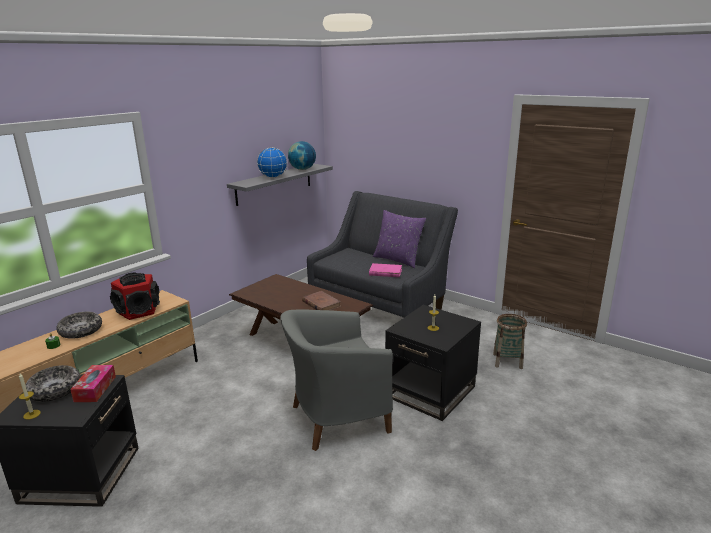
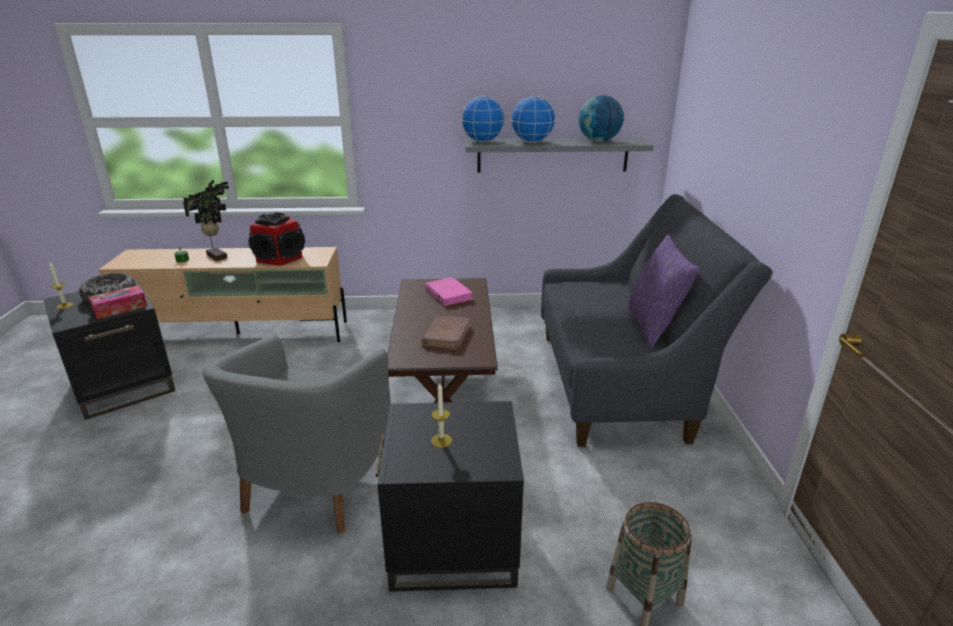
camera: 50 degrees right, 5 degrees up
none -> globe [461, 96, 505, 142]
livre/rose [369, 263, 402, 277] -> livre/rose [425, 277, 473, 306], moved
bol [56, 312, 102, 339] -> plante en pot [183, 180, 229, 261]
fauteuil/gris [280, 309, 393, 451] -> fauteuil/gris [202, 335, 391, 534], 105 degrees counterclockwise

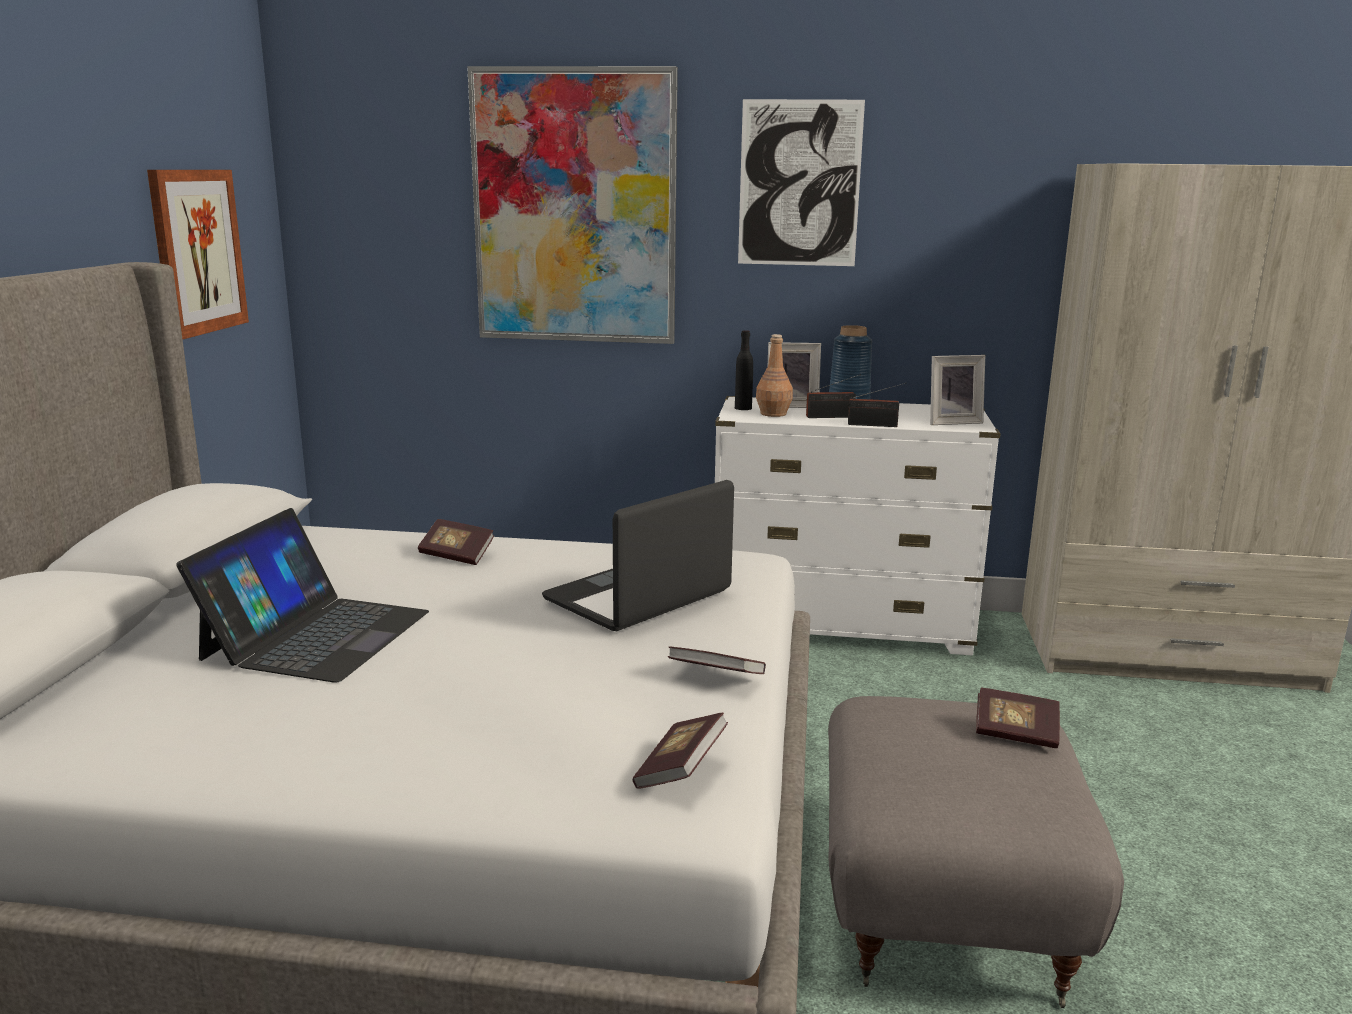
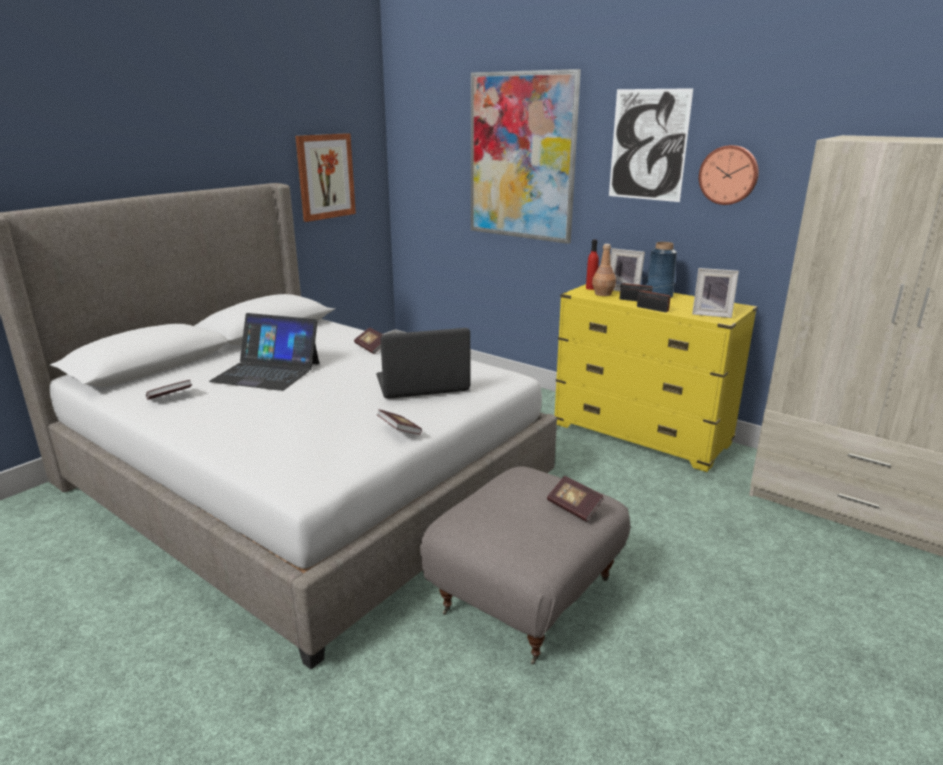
camera: 30 degrees right, 5 degrees up
none -> horloge murale [699, 145, 759, 205]
livre [633, 713, 728, 789] -> livre [146, 380, 192, 400], moved
commode/blanc [715, 396, 1001, 655] -> commode/jaune [555, 284, 758, 472]
bouteille/noir [735, 330, 753, 410] -> bouteille/rouge [586, 240, 599, 290]
ordinateur portable [176, 508, 429, 683] -> ordinateur portable [209, 313, 319, 391], 60 degrees clockwise

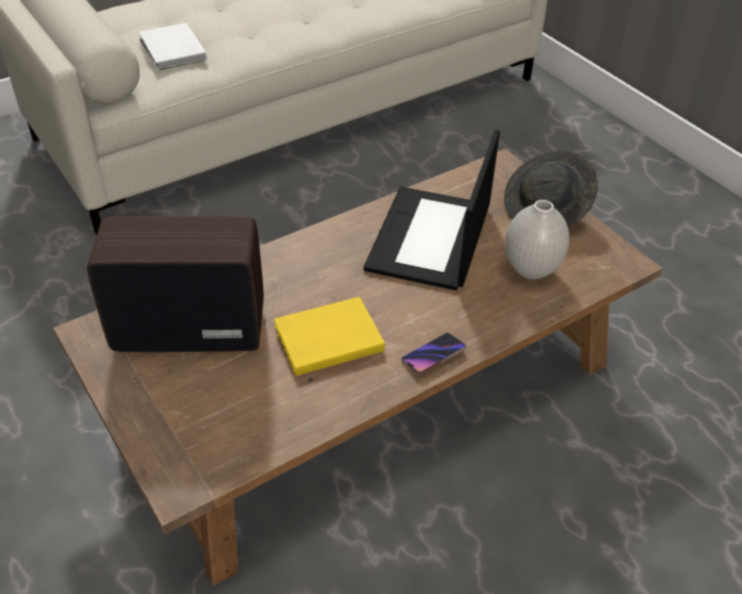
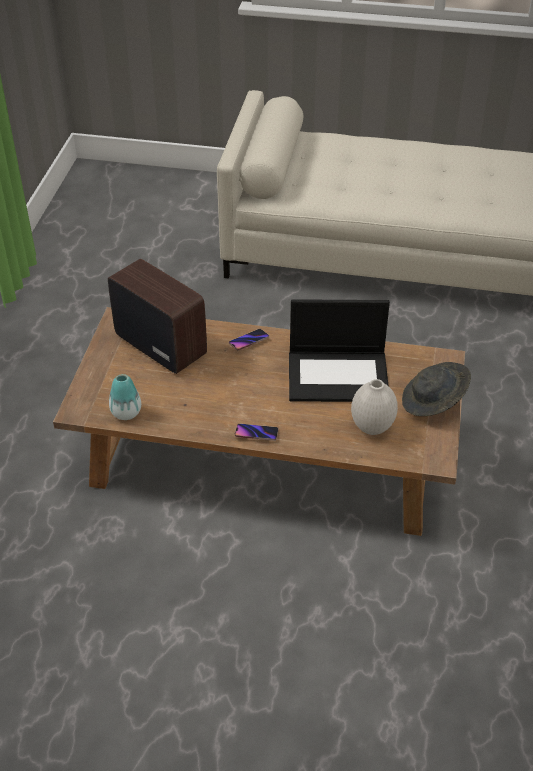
camera: 45 degrees right, 0 degrees up
livre/blanc [138, 23, 207, 70] -> none
livre/jaune [274, 297, 385, 376] -> none
none -> vase [109, 374, 141, 420]
none -> téléphone [229, 329, 269, 351]
ordinateur portable [364, 129, 500, 291] -> ordinateur portable [289, 299, 390, 402], 150 degrees counterclockwise

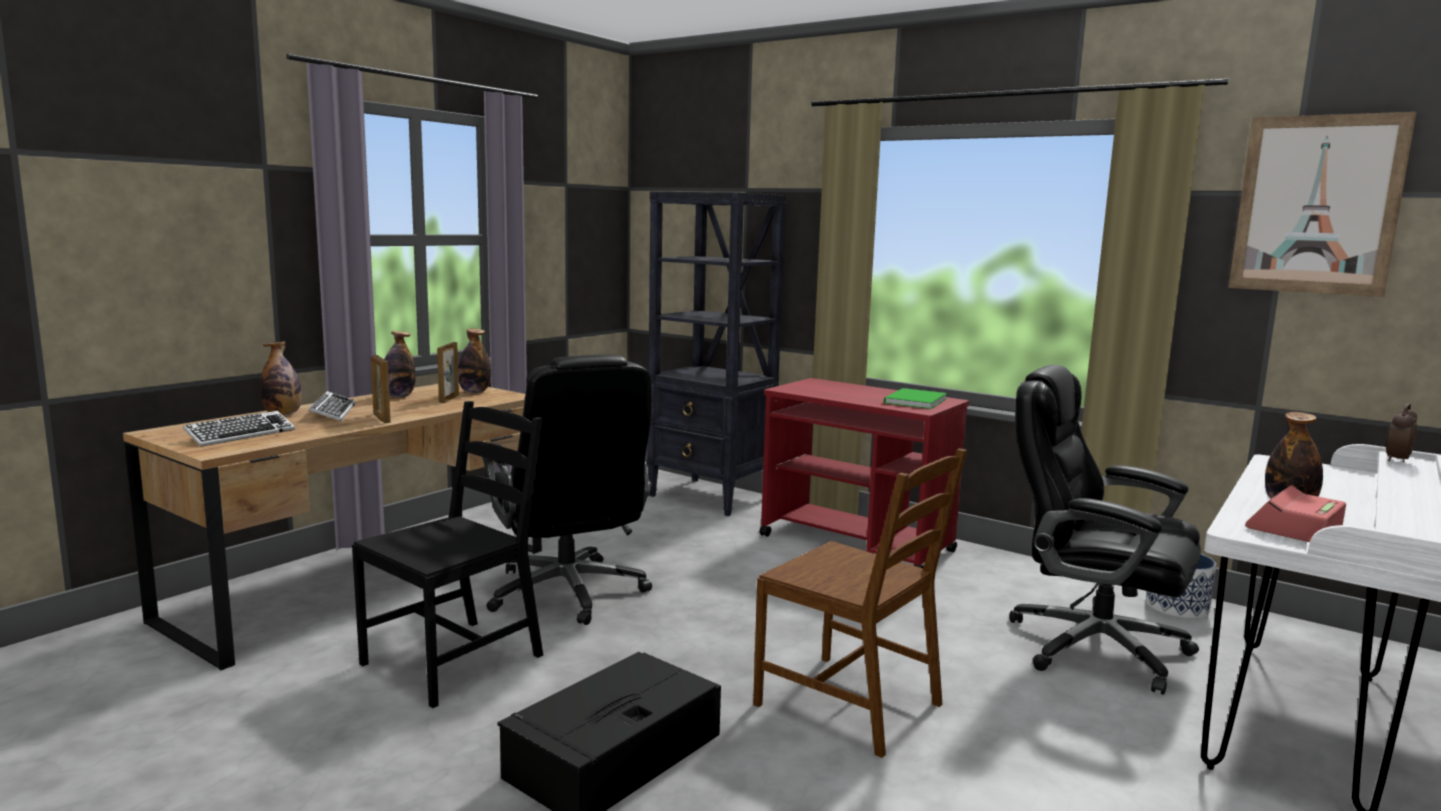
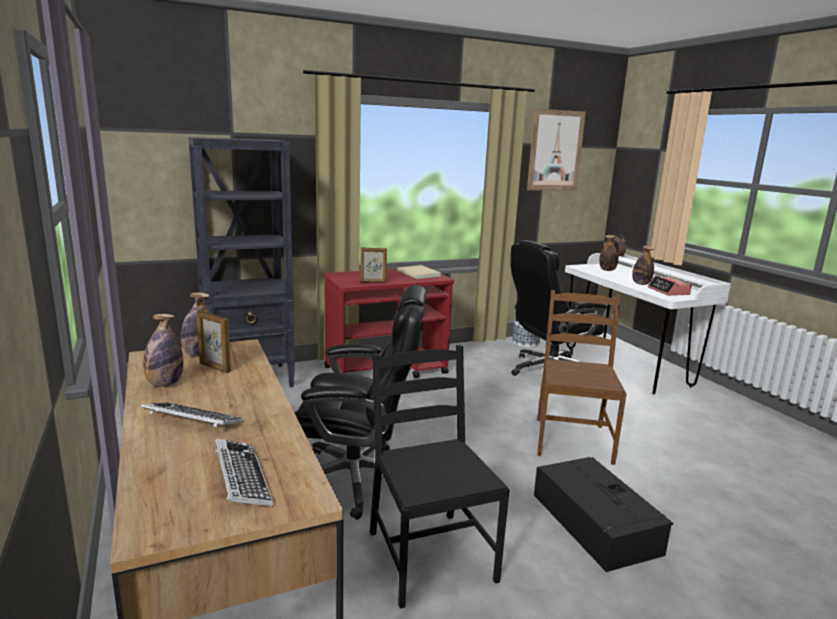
camera: 60 degrees left, 5 degrees up
bouteille [260, 341, 302, 415] -> bouteille [599, 235, 618, 271], moved
cadre photo [371, 355, 391, 423] -> cadre photo [360, 247, 387, 283], moved
livre/vert [884, 388, 947, 409] -> livre/beige [397, 265, 441, 279]
chaise/marron [753, 448, 967, 758] -> chaise/marron [537, 290, 626, 465], 60 degrees counterclockwise

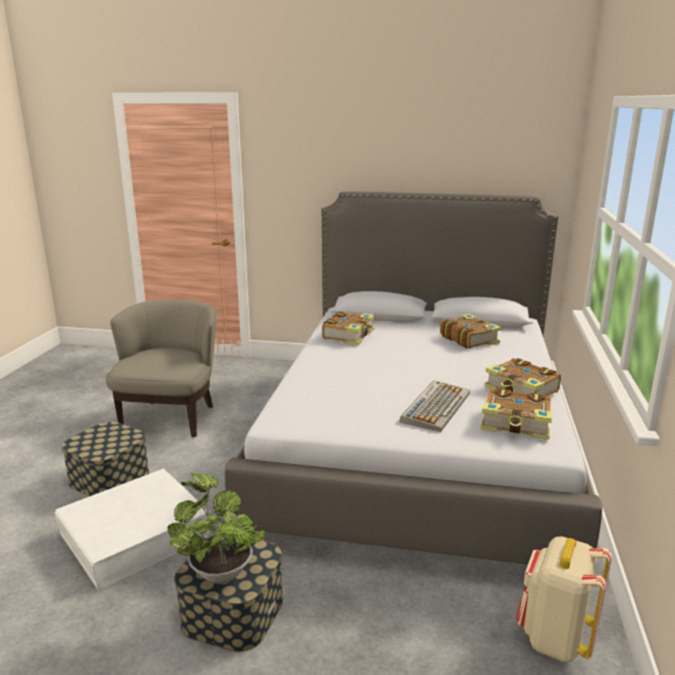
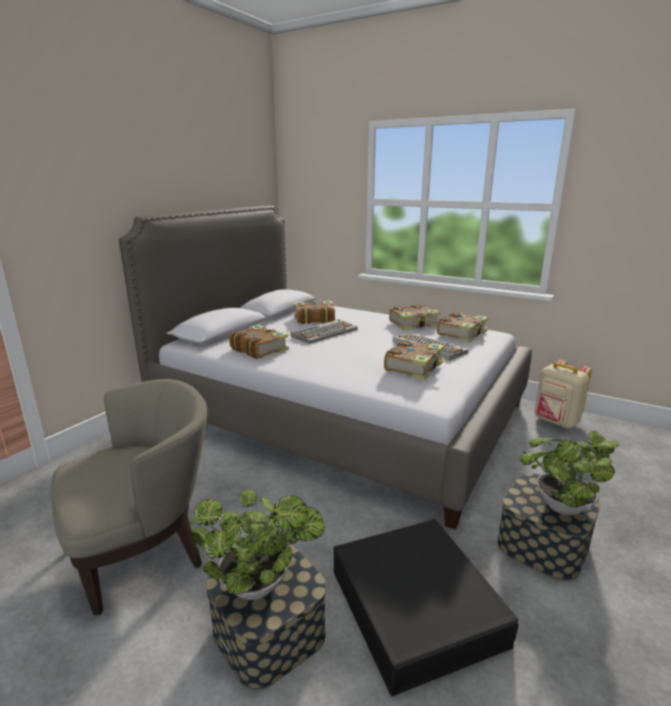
camera: 70 degrees left, 0 degrees up
none -> plante en pot [188, 489, 325, 600]
none -> clavier [290, 319, 358, 344]
none -> livre [384, 340, 445, 380]
boîte de rangement/blanc [55, 469, 212, 590] -> boîte de rangement/noir [334, 519, 519, 696]
fauteuil/beige [106, 300, 217, 438] -> fauteuil/beige [50, 379, 207, 615], 120 degrees clockwise

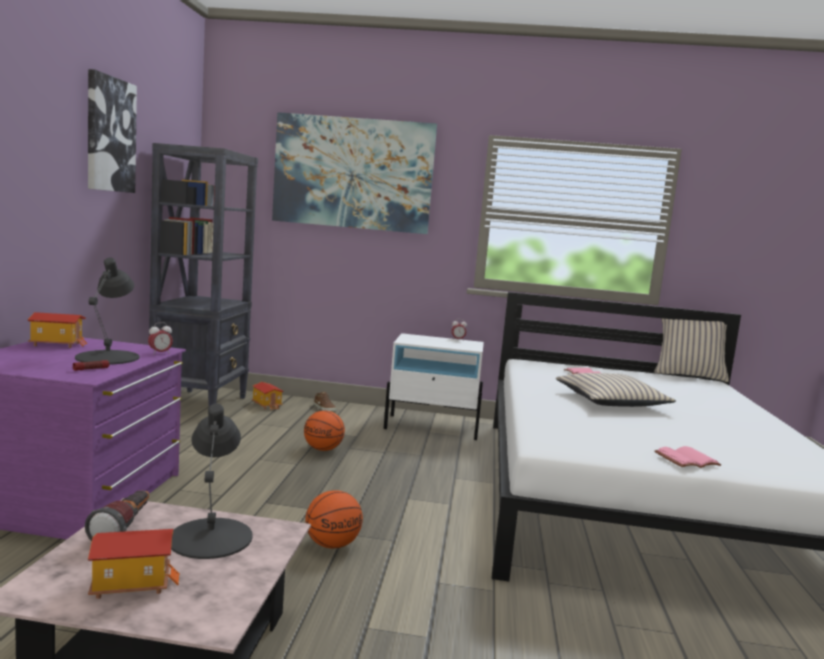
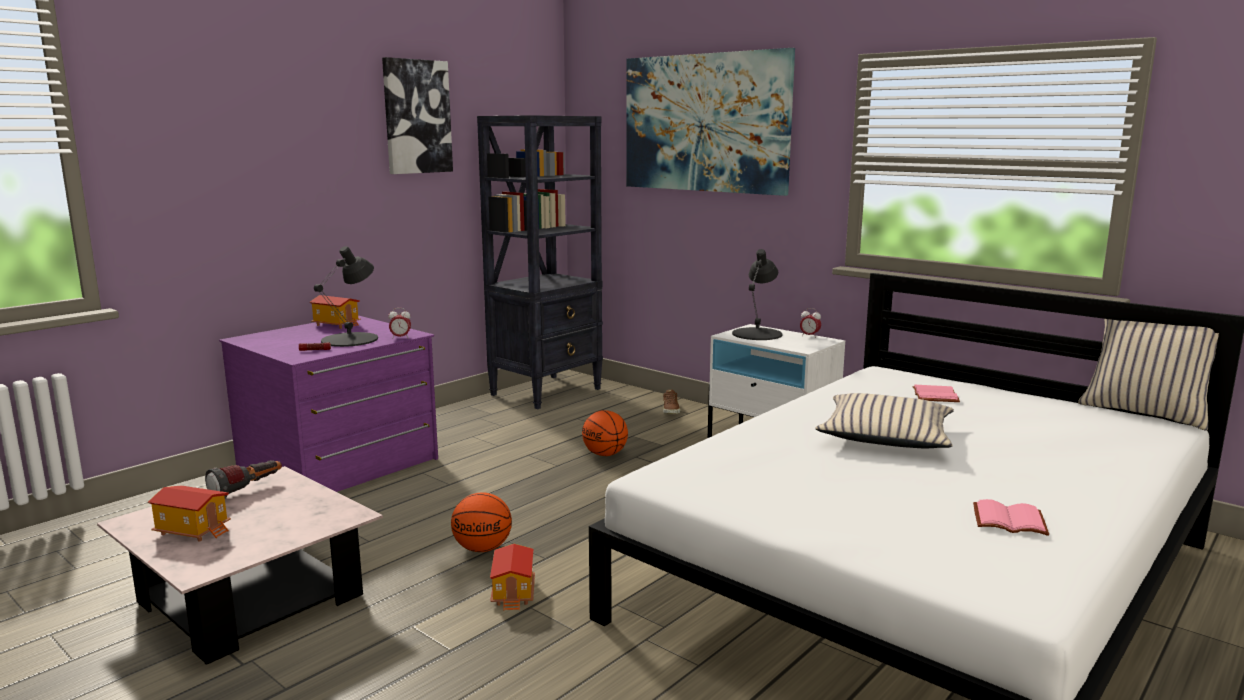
camera: 35 degrees right, 5 degrees up
lampe de table/noir [171, 403, 253, 559] -> lampe de table/noir [732, 249, 783, 340], moved
maison miniature [251, 382, 284, 410] -> maison miniature [490, 544, 535, 611], moved
livre/rose [655, 446, 721, 468] -> livre/rose [973, 499, 1049, 536], moved

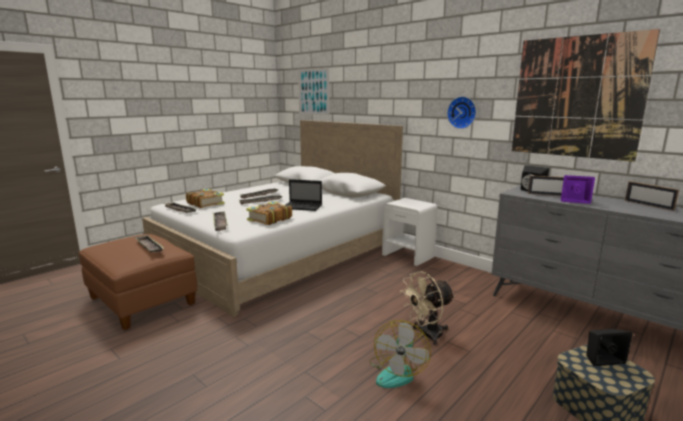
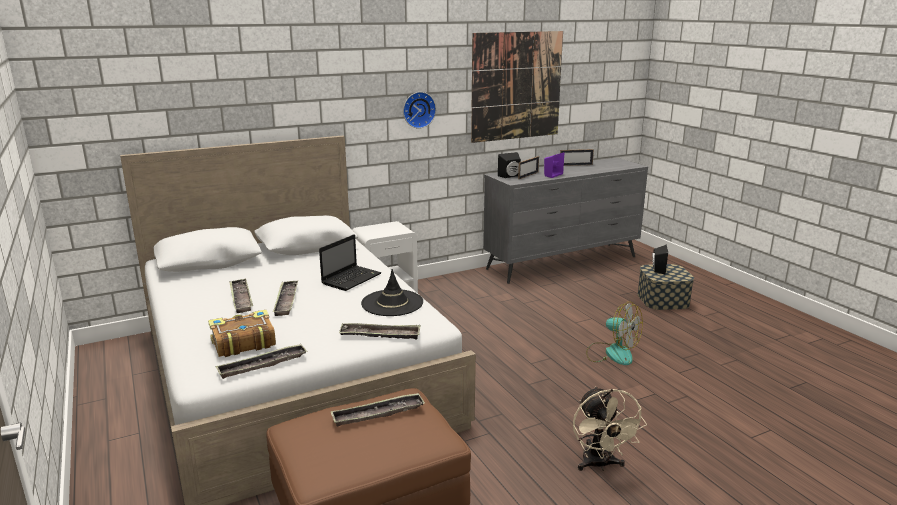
camera: 70 degrees left, 5 degrees up
tableau [298, 68, 329, 115] -> none
ventilateur/beige [400, 271, 455, 345] -> ventilateur/beige [573, 386, 647, 471], moved
livre [246, 201, 292, 225] -> chapeau/noir [361, 269, 423, 316]

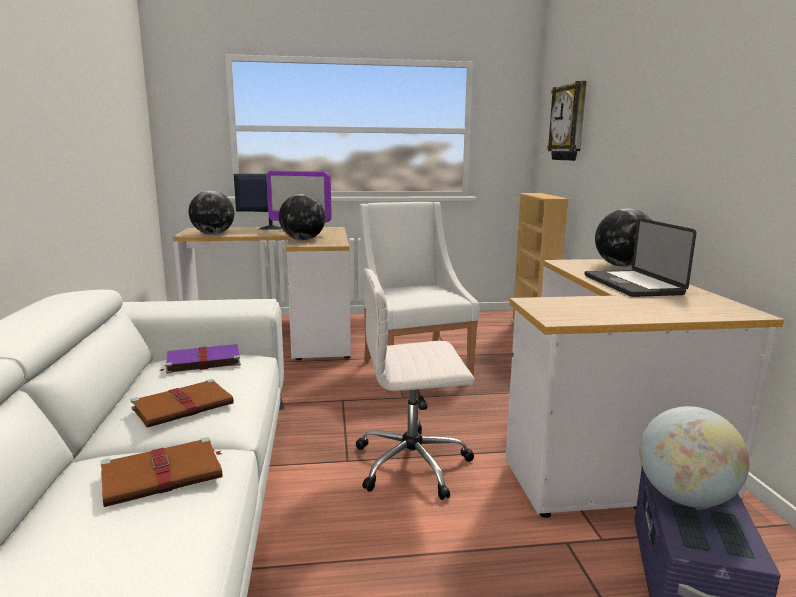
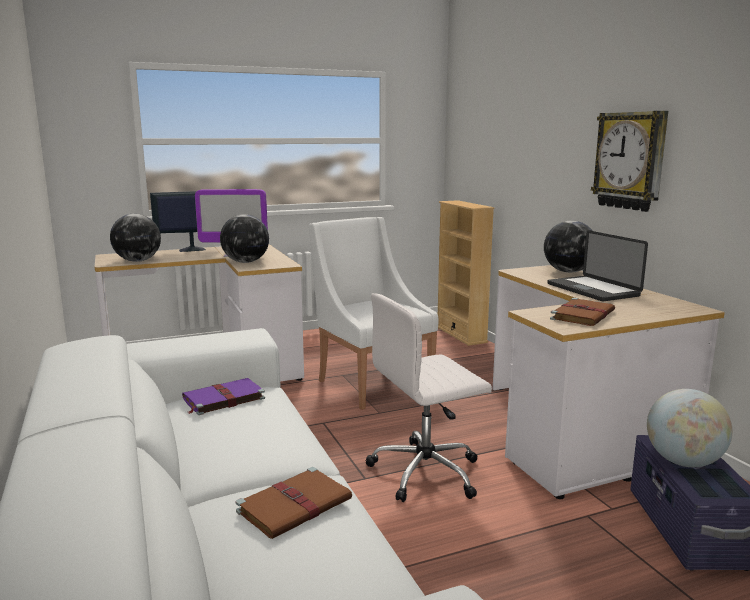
camera: 15 degrees left, 0 degrees up
livre/marron [131, 379, 234, 428] -> livre/marron [550, 298, 615, 326], moved
horloge murale [547, 81, 587, 161] -> horloge murale [591, 111, 668, 212], moved

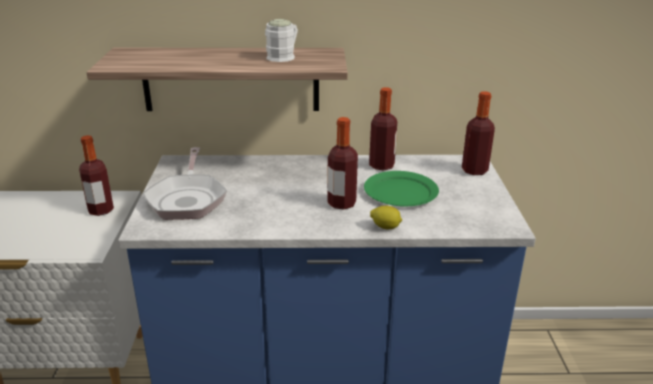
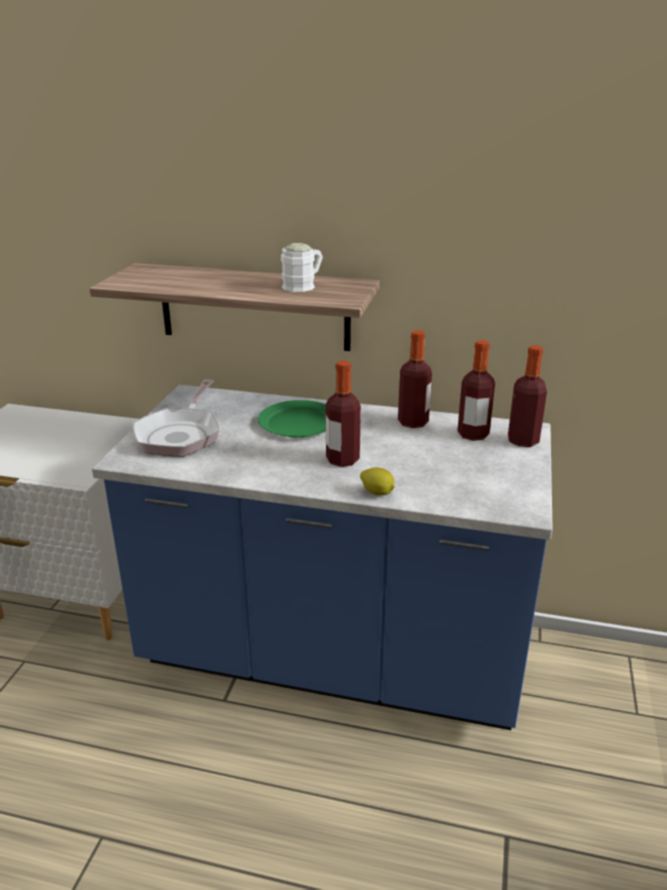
camera: 15 degrees right, 0 degrees up
bouteille [79, 135, 114, 216] -> bouteille [457, 340, 495, 441], moved
assiette/vert [364, 171, 439, 207] -> assiette/vert [258, 400, 326, 438], moved

